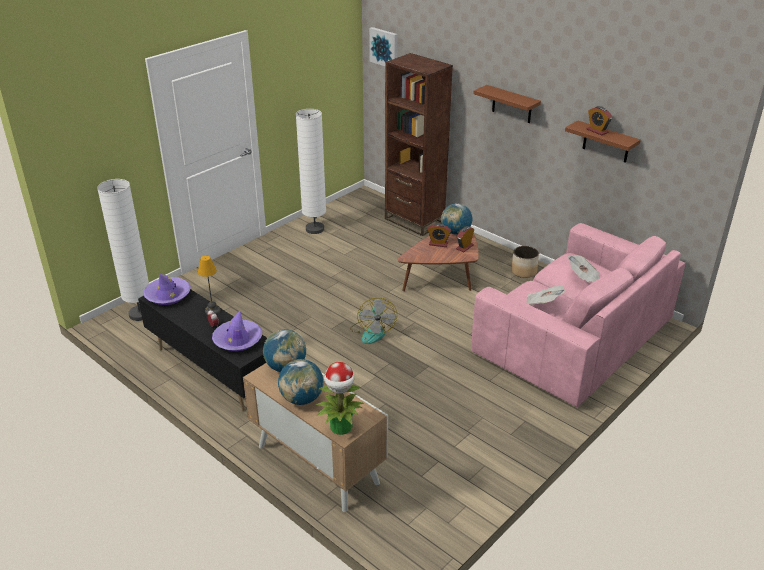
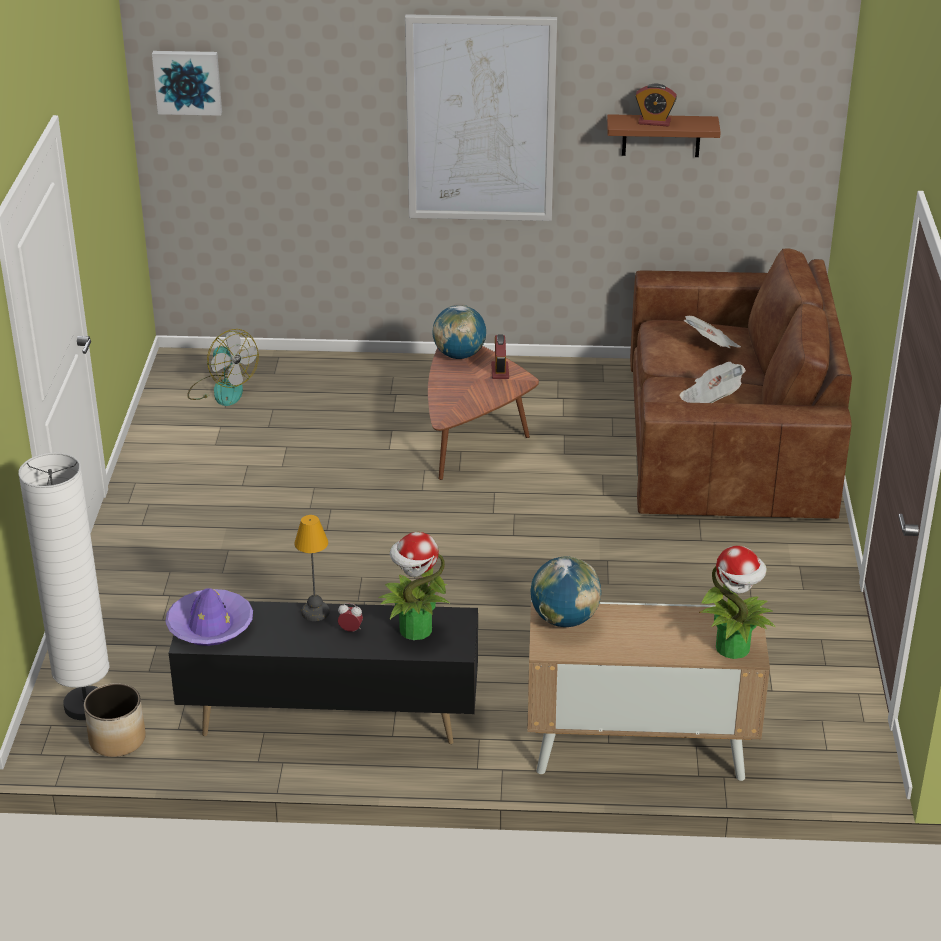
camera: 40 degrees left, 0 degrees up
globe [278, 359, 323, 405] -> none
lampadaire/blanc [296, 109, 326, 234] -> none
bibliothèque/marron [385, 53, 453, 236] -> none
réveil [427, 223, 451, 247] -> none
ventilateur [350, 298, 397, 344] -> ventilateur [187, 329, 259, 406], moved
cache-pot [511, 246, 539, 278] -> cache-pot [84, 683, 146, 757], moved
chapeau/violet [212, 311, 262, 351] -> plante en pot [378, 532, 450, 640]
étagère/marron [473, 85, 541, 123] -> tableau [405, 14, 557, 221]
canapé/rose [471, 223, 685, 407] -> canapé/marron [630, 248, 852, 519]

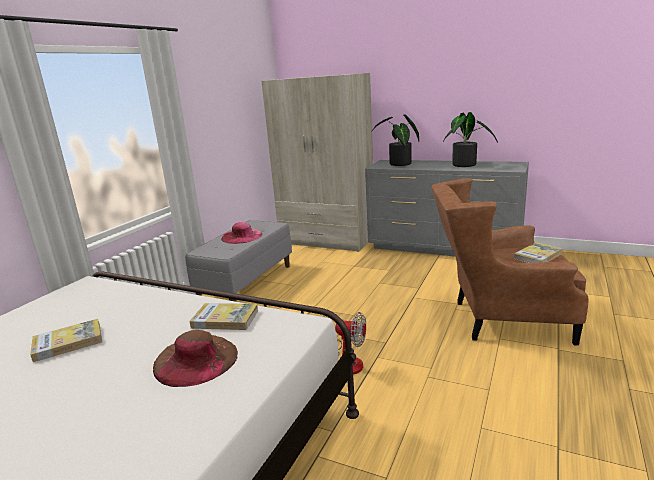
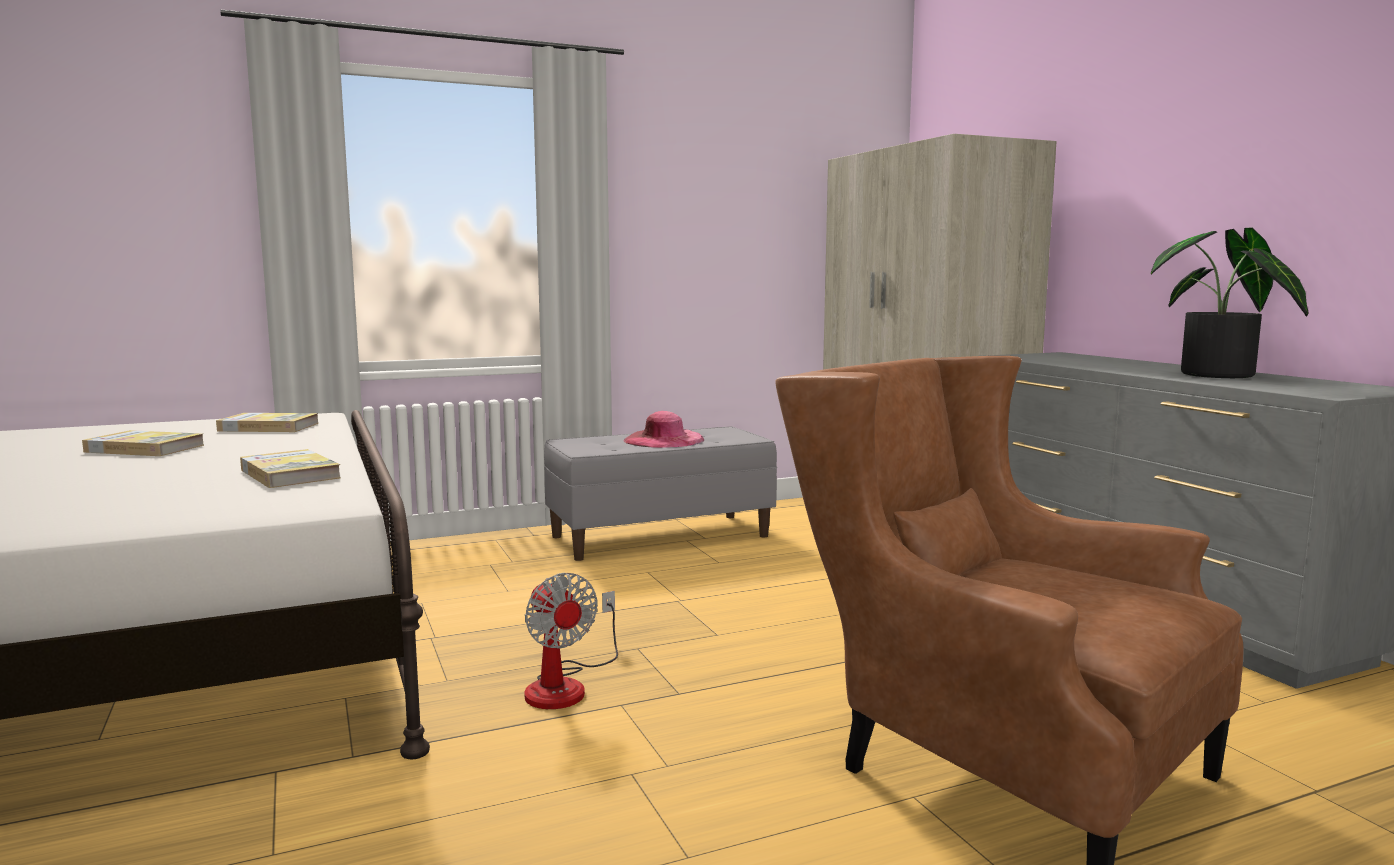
camera: 40 degrees right, 10 degrees down
chapeau/marron [153, 330, 238, 387] -> none
plante en pot [371, 114, 419, 166] -> none
livre [514, 242, 562, 263] -> livre [216, 413, 319, 432], moved

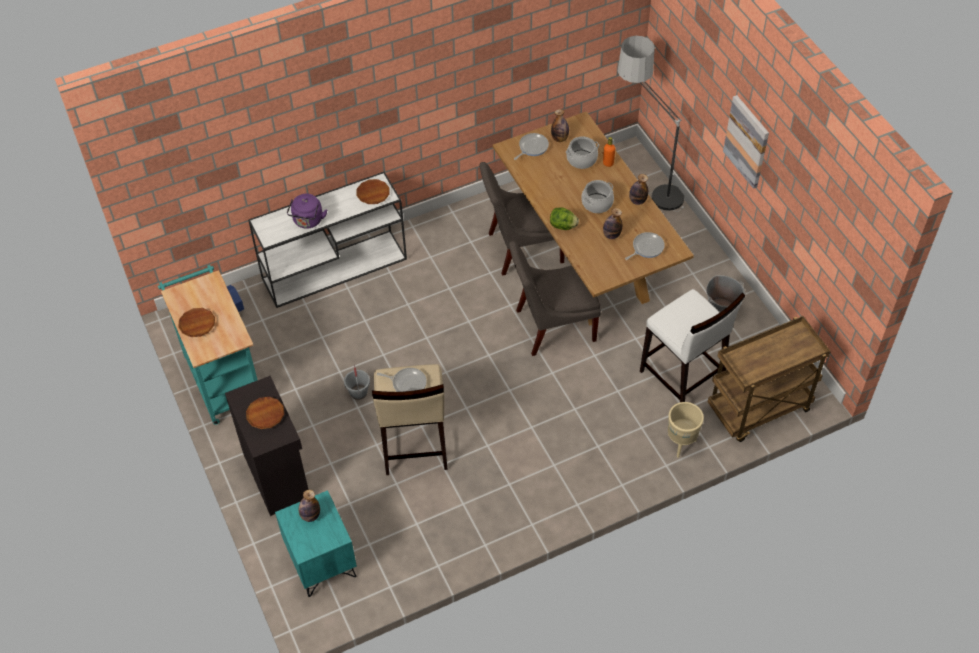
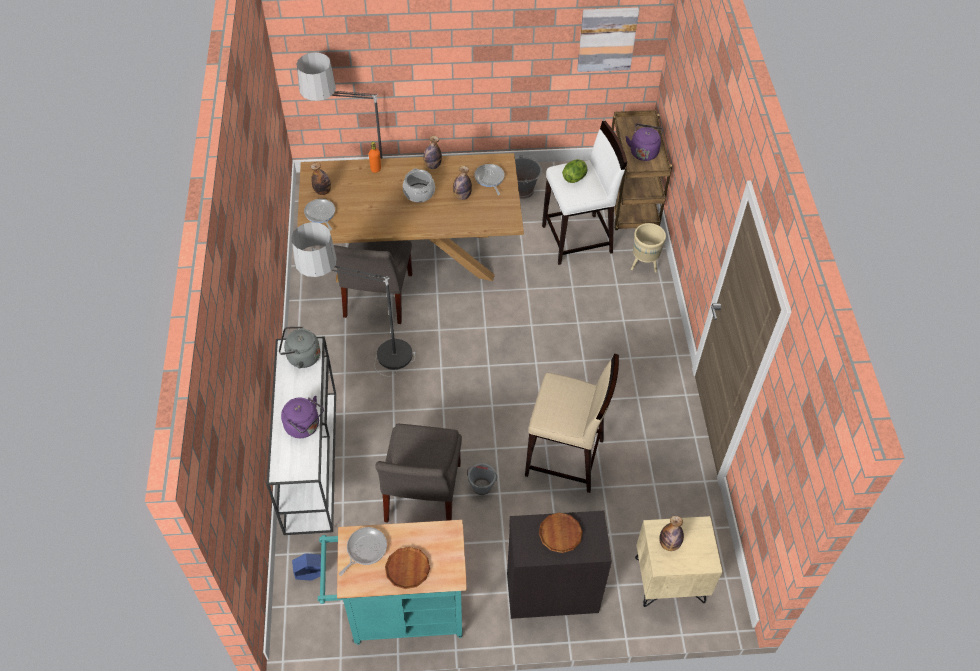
camera: 70 degrees left, 0 degrees up
marmite [566, 136, 599, 169] -> none
none -> lampadaire [291, 222, 416, 377]
none -> bouilloire/violet [626, 124, 663, 161]
poêle [377, 368, 427, 392] -> poêle [339, 527, 387, 576], moved
chaise/gris [509, 241, 601, 356] -> chaise/gris [375, 424, 462, 522], moved
laitue [550, 207, 579, 230] -> laitue [562, 159, 587, 183], moved
tableau [723, 95, 769, 189] -> tableau [577, 8, 639, 72], moved
assiette/marron [356, 179, 390, 204] -> bouilloire/gris [279, 326, 320, 368]
table de chevet/turquoise [275, 490, 357, 597] -> table de chevet/beige [635, 516, 723, 607]

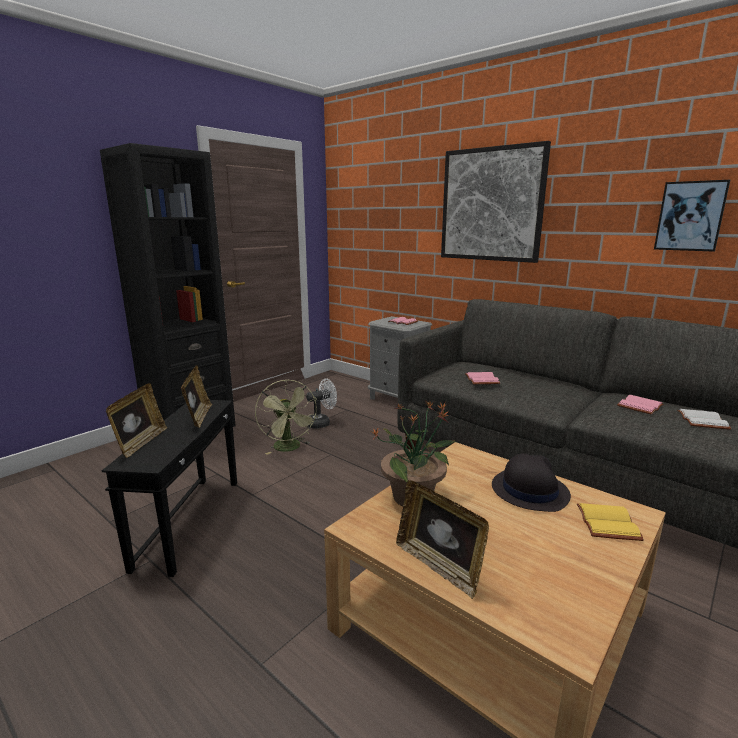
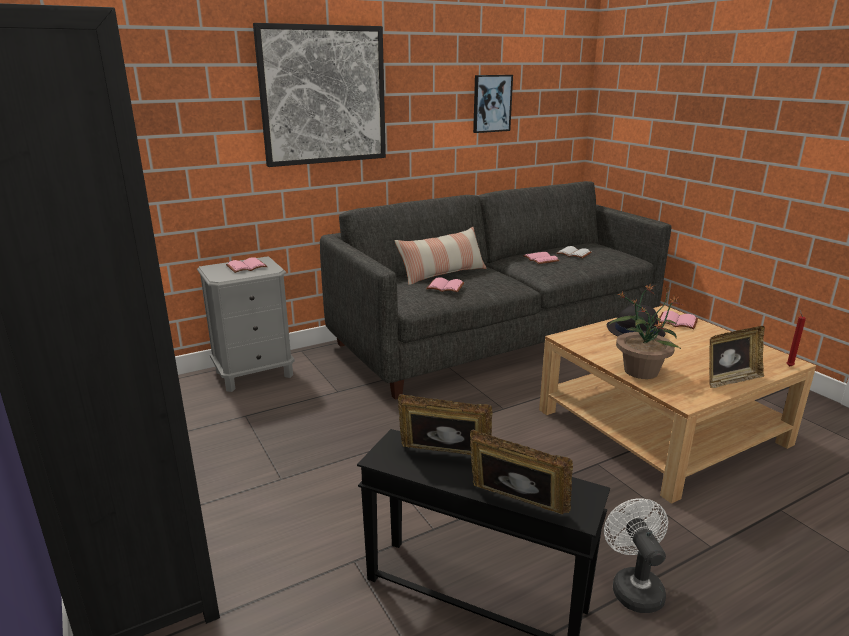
camera: 70 degrees left, 5 degrees up
ventilateur/vert [255, 380, 318, 455] -> none
none -> coussin [394, 227, 487, 285]
none -> bougie/rouge [787, 309, 806, 366]
ventilateur/blanc [306, 379, 337, 428] -> ventilateur/blanc [604, 498, 668, 613], moved
livre/jaune [577, 503, 644, 541] -> livre/rose [658, 311, 698, 329]

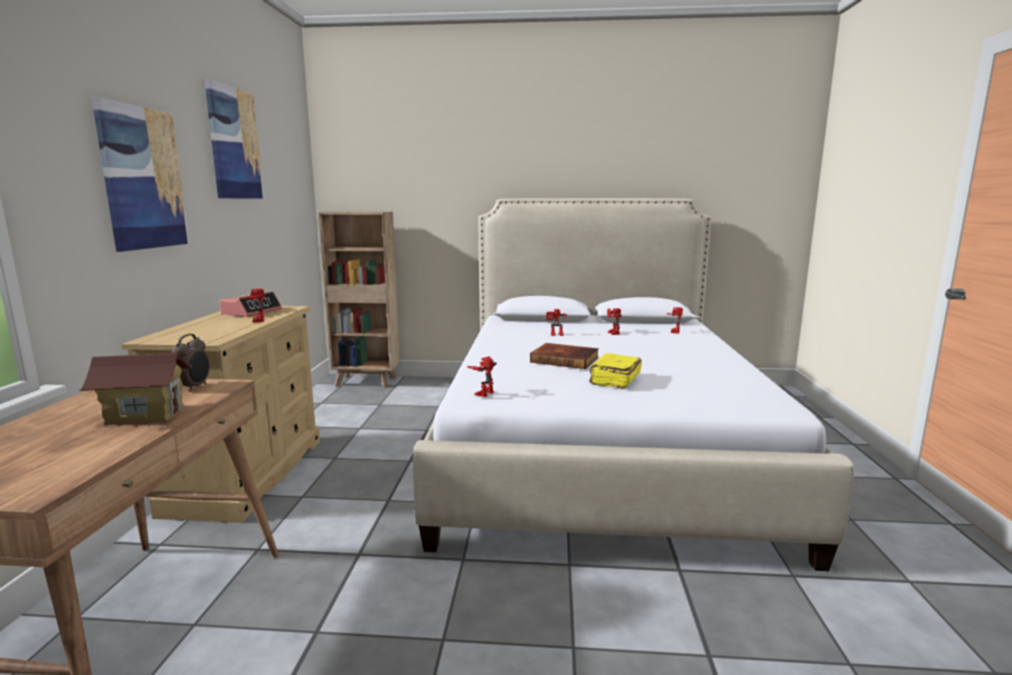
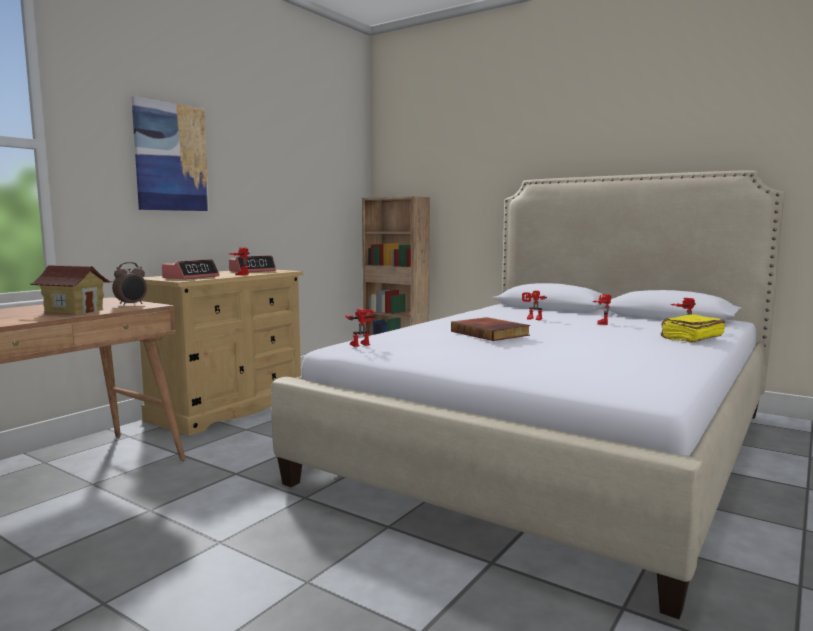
camera: 30 degrees right, 5 degrees down
tableau [204, 79, 264, 199] -> none
none -> réveil [162, 259, 219, 280]
livre/jaune [589, 353, 642, 389] -> livre/jaune [661, 315, 725, 343], moved

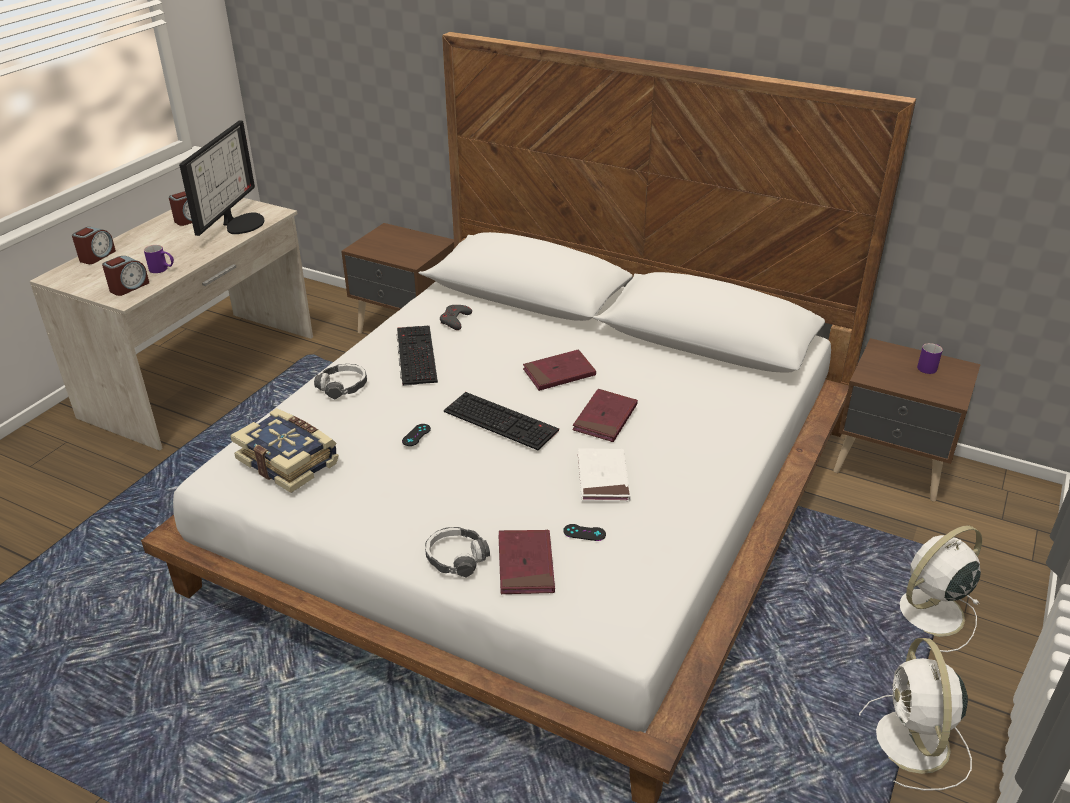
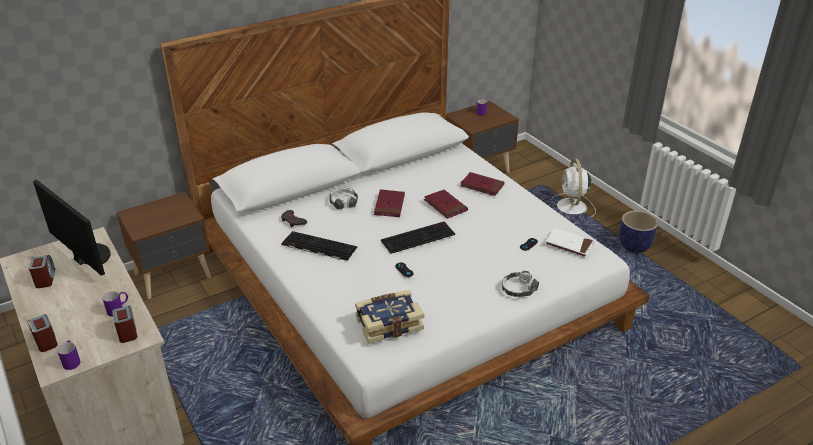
camera: 60 degrees left, 0 degrees up
none -> mug/violet [57, 341, 80, 370]
casque audio [314, 364, 367, 400] -> casque audio [330, 188, 358, 209], moved
livre/rouge [499, 530, 555, 594] -> livre/rouge [460, 172, 505, 196], moved
livre/blanc [578, 448, 631, 502] -> livre/blanc [545, 228, 594, 258], moved
ventilateur/blanc [859, 638, 972, 791] -> cache-pot [619, 210, 658, 253]

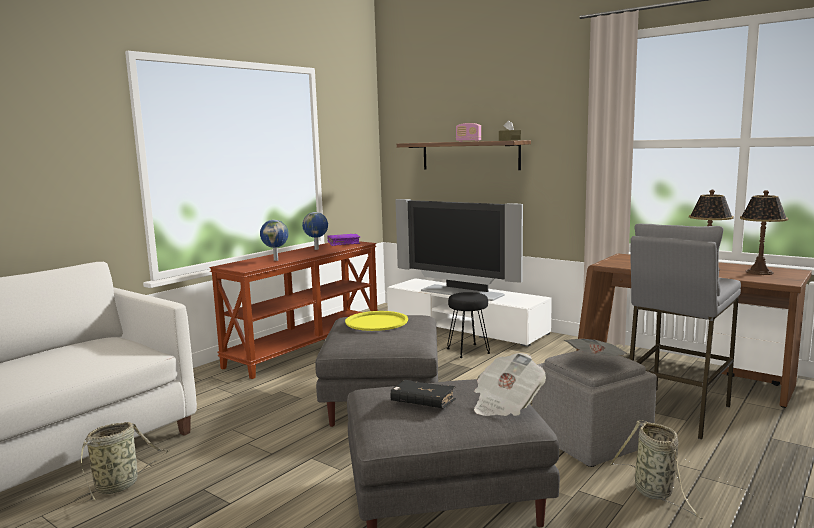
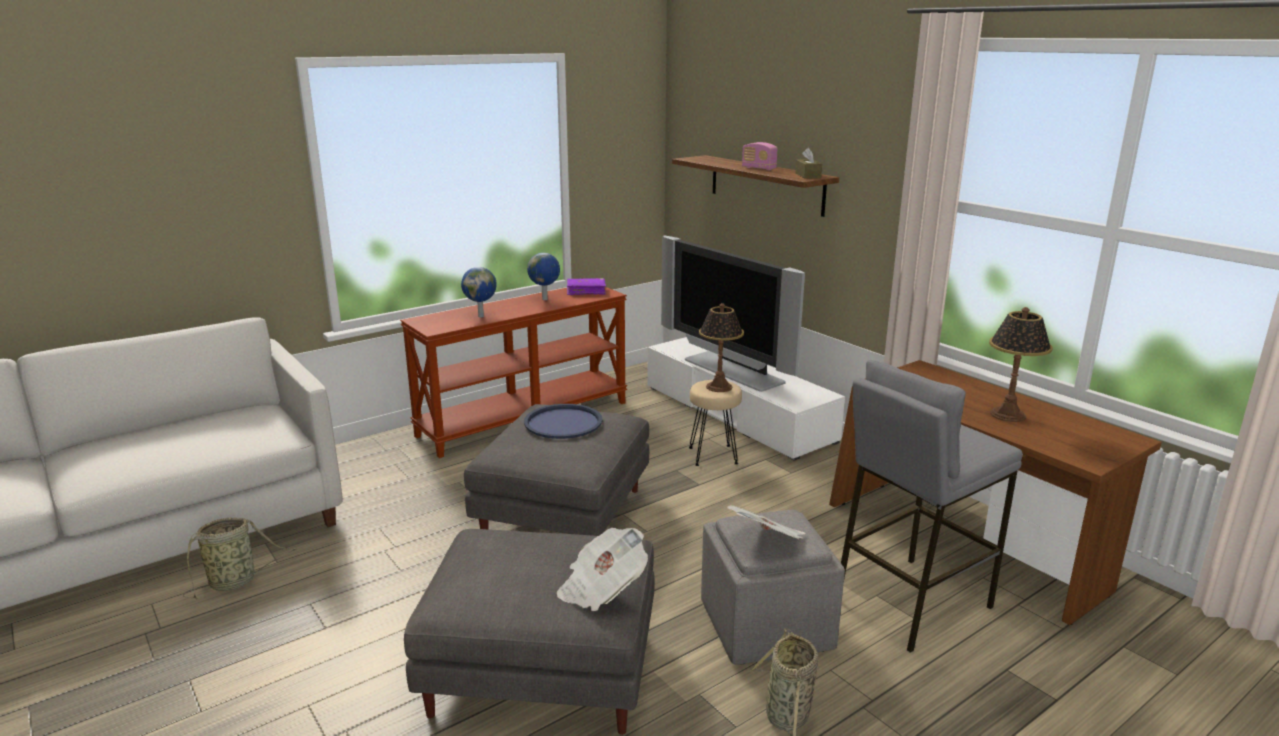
camera: 15 degrees right, 10 degrees up
livre/noir [390, 380, 456, 408] -> none
lampe de table [740, 190, 789, 275] -> lampe de table [699, 303, 744, 392], moved
plateau/jaune [345, 311, 408, 331] -> plateau/bleu [524, 404, 602, 439]
tabouret/noir [447, 292, 490, 358] -> tabouret/beige [689, 380, 742, 466]

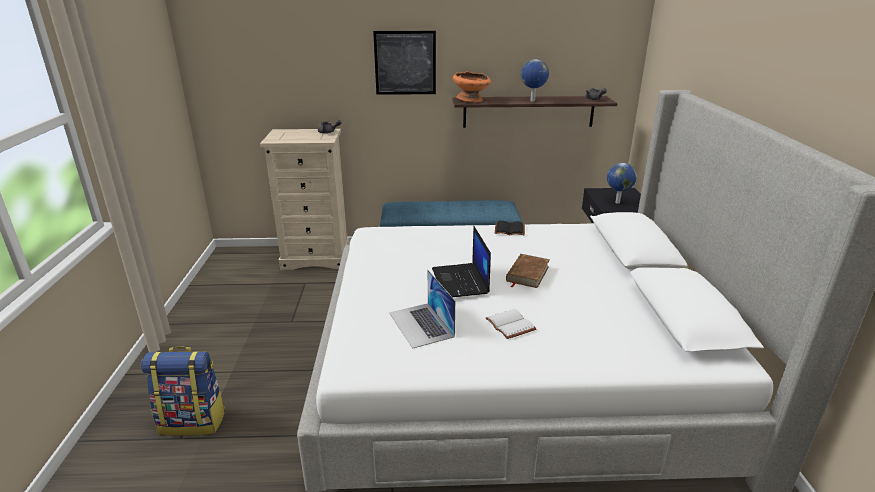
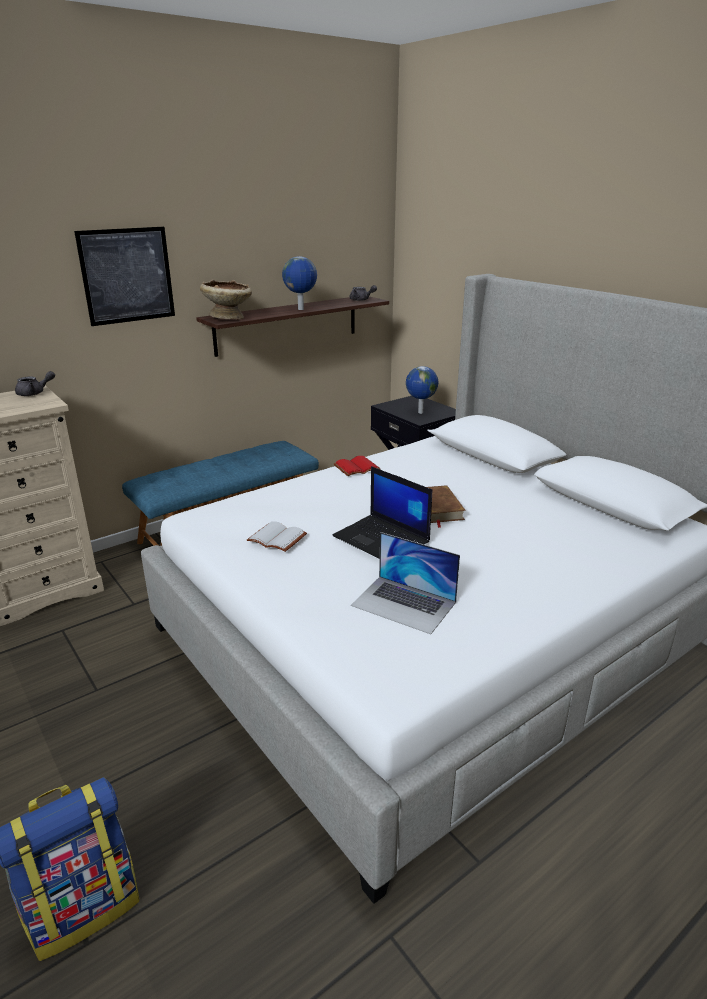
camera: 35 degrees left, 0 degrees up
livre/blanc [486, 309, 536, 339] -> livre/blanc [247, 521, 307, 552], moved
bol/orange [453, 71, 491, 103] -> bol/beige [200, 280, 252, 319]
livre/noir [495, 221, 525, 235] -> livre/rouge [334, 456, 381, 476]

